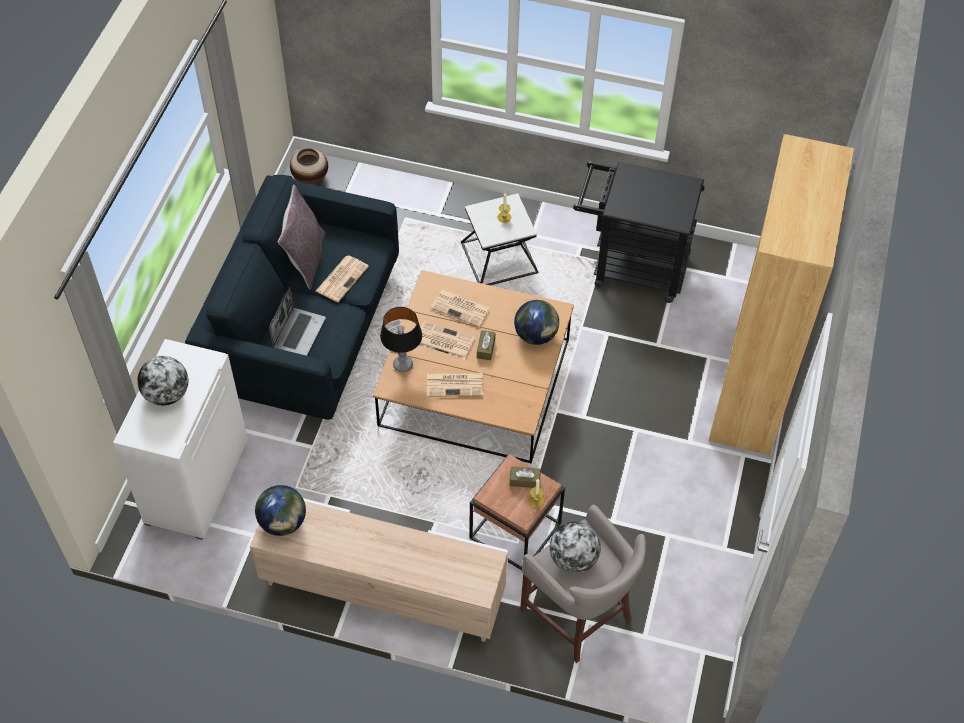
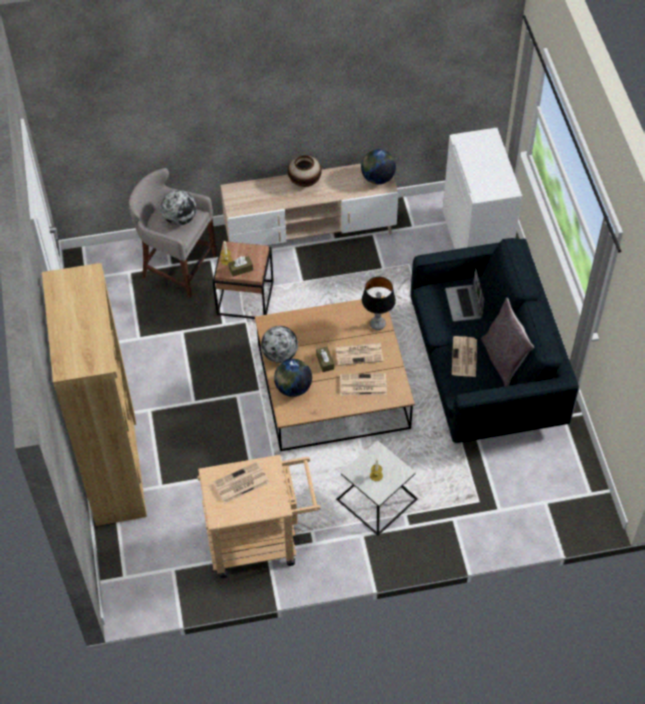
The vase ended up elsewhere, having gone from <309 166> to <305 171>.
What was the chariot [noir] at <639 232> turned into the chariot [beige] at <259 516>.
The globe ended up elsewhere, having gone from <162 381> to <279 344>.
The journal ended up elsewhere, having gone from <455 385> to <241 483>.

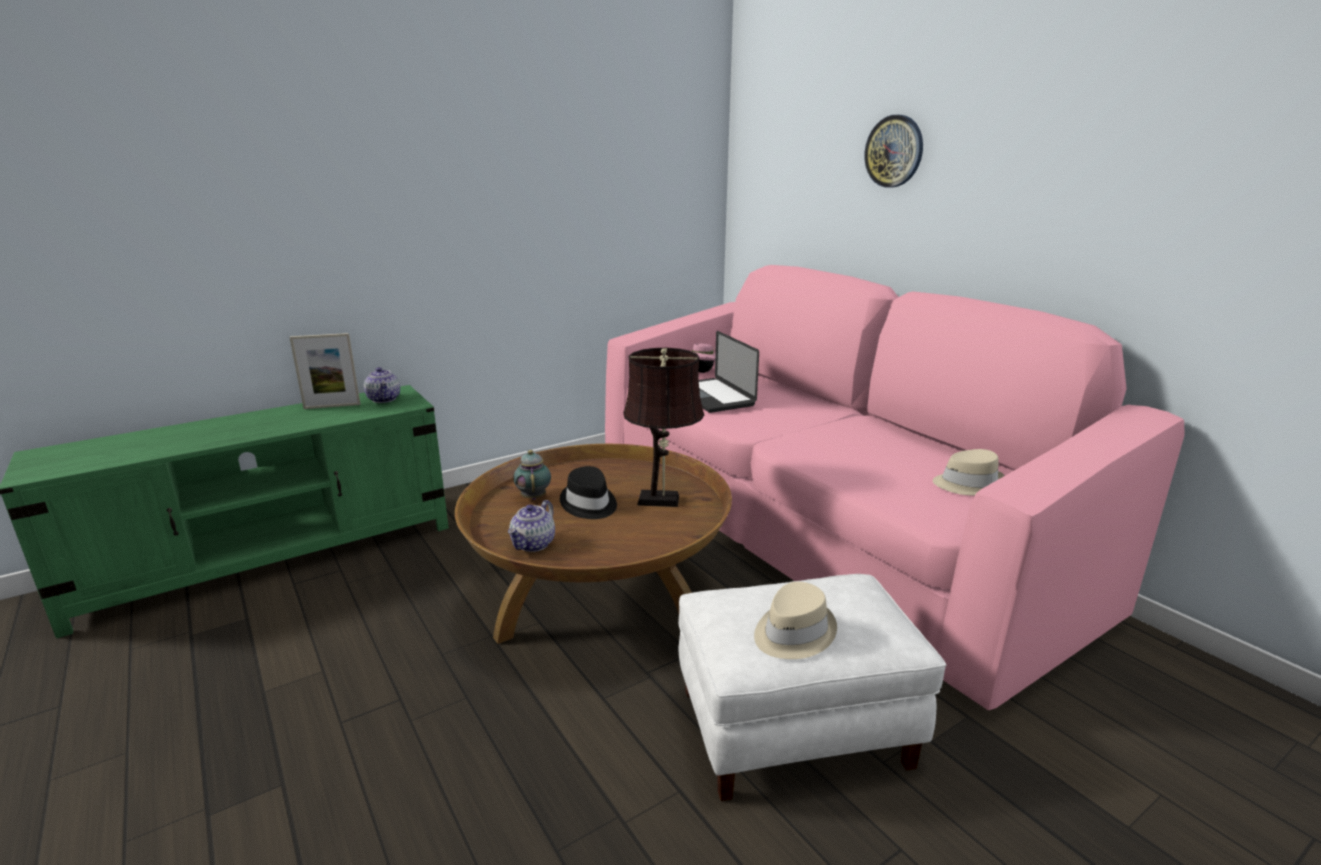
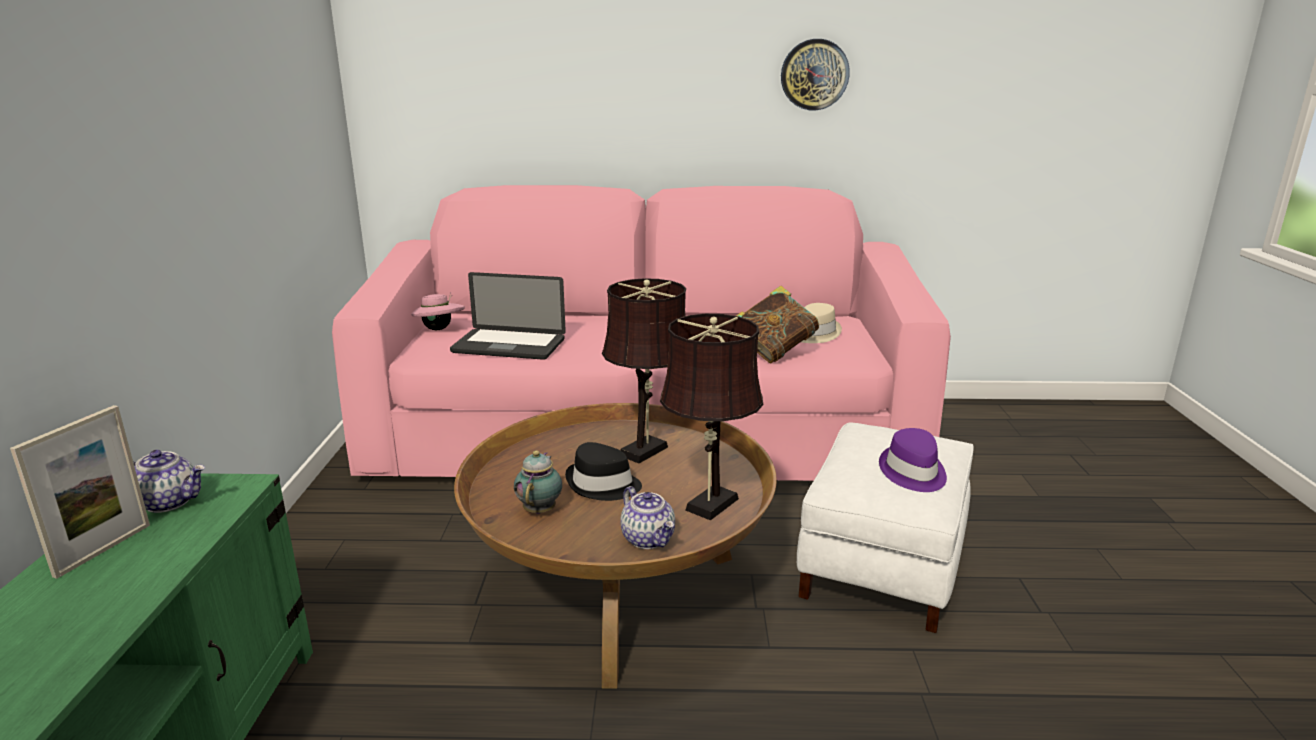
The horloge murale ended up elsewhere, having gone from <893 151> to <815 74>.
The théière at <532 475> ended up facing another way, 75 degrees clockwise from before.
What was the chapeau [beige] at <795 620> turned into the chapeau [violet] at <913 460>.
The second view gained the livre at <777 324>.
The second view gained the lampe de table [marron] at <711 417>.

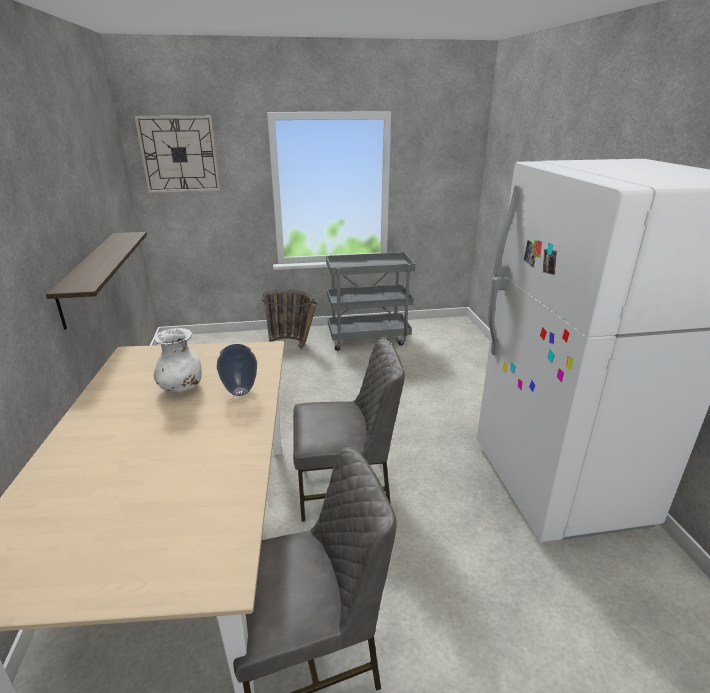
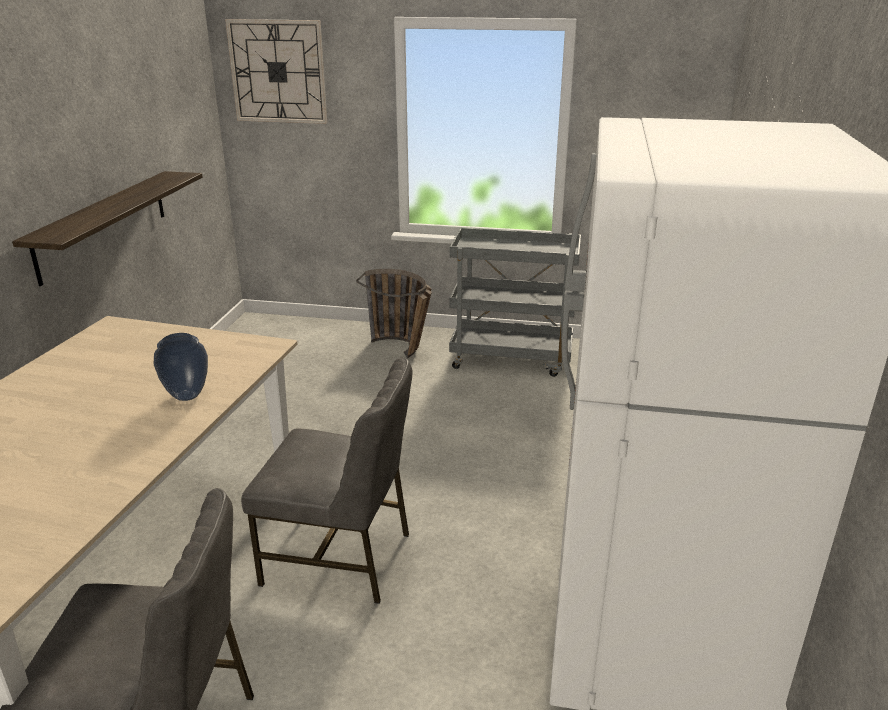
The second view lost the vase [blanc] at <178 360>.

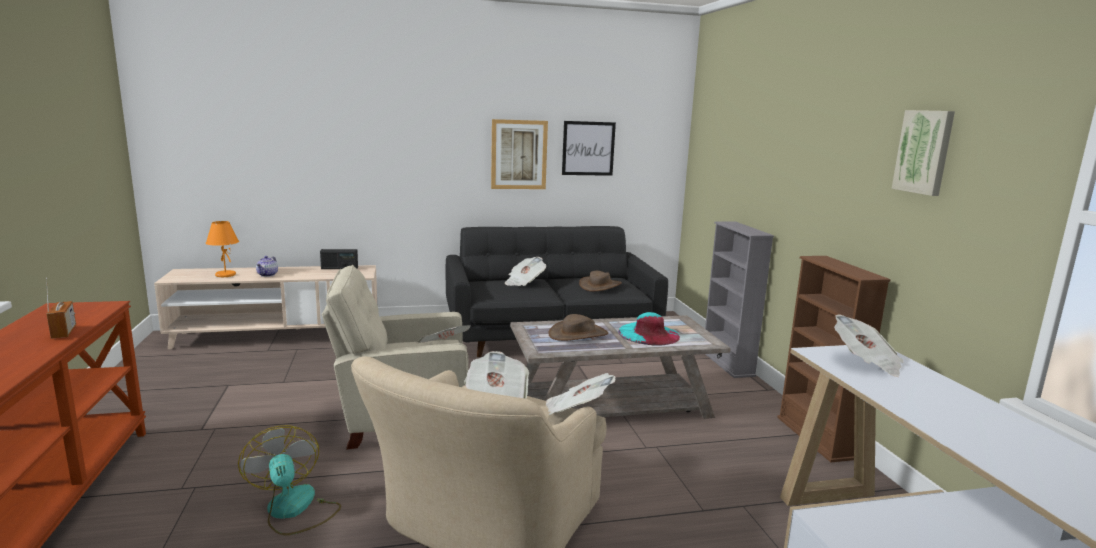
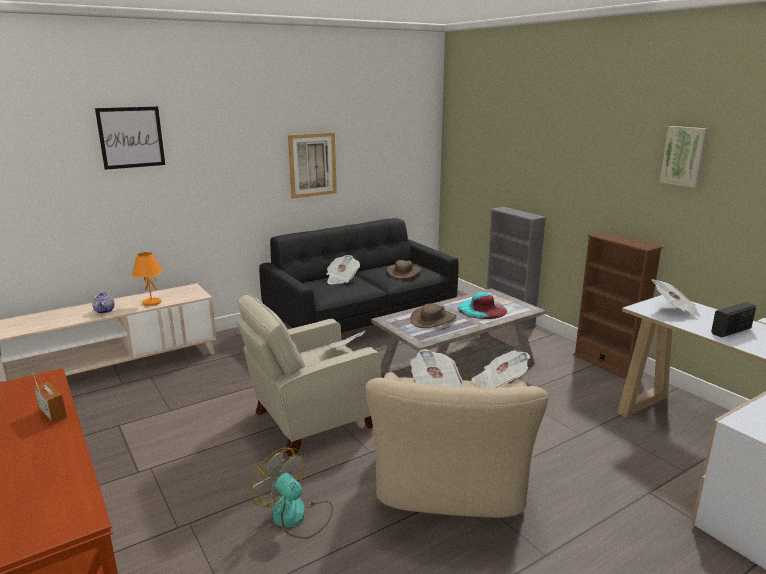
The tableau ended up elsewhere, having gone from <589 148> to <130 138>.
The lampe de table [orange] ended up elsewhere, having gone from <222 249> to <147 279>.
The radio ended up elsewhere, having gone from <339 259> to <733 320>.

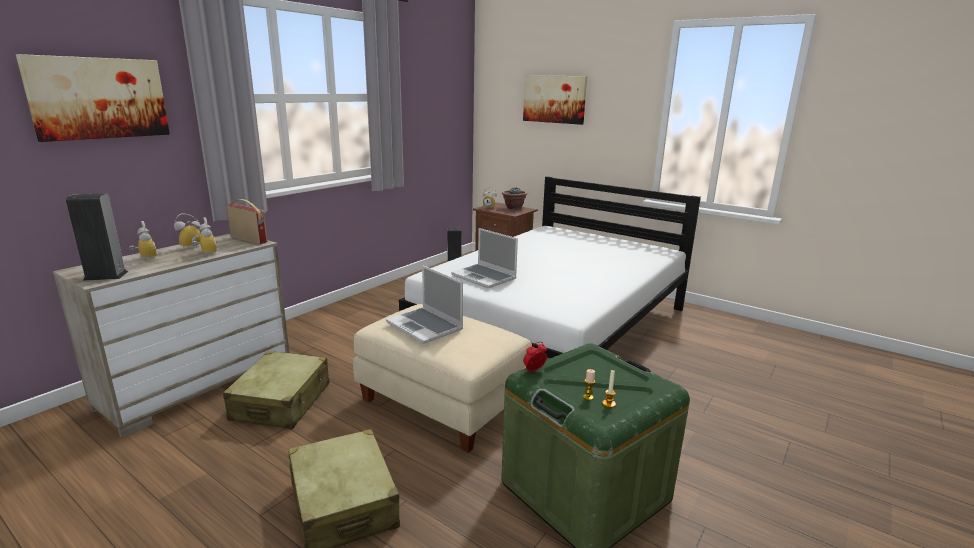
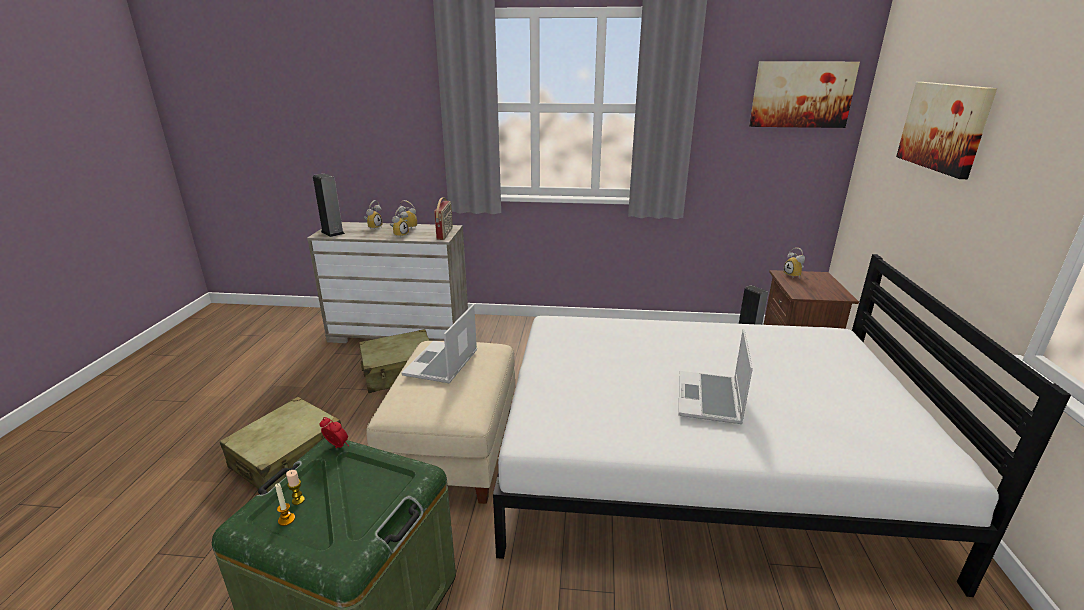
The tableau ended up elsewhere, having gone from <93 98> to <804 95>.
The second view lost the plante en pot at <514 198>.
The ordinateur portable ended up elsewhere, having gone from <484 258> to <715 376>.

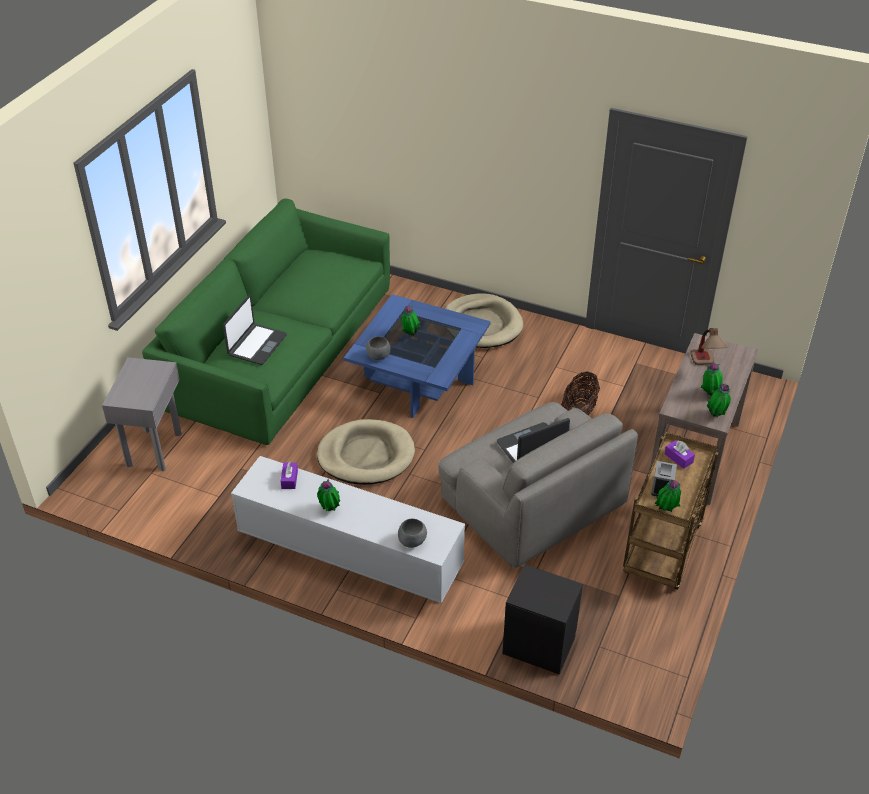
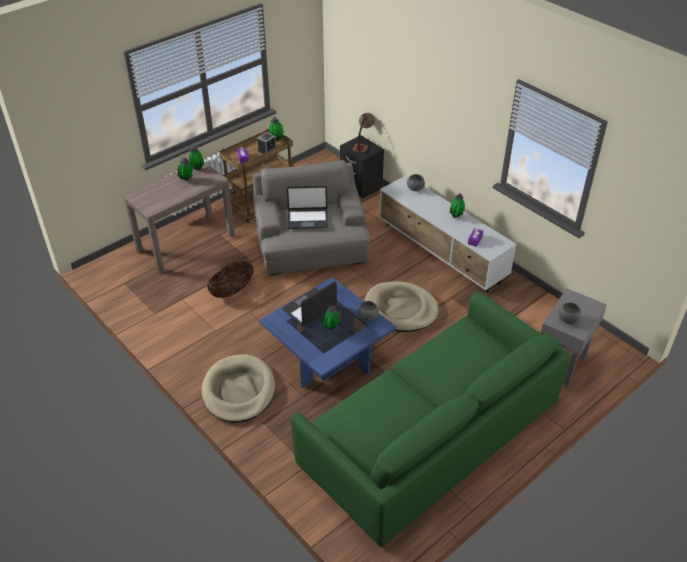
The ordinateur portable ended up elsewhere, having gone from <255 330> to <309 303>.
The lampe de table ended up elsewhere, having gone from <708 346> to <363 133>.
The second view gained the bol [gris] at <570 313>.

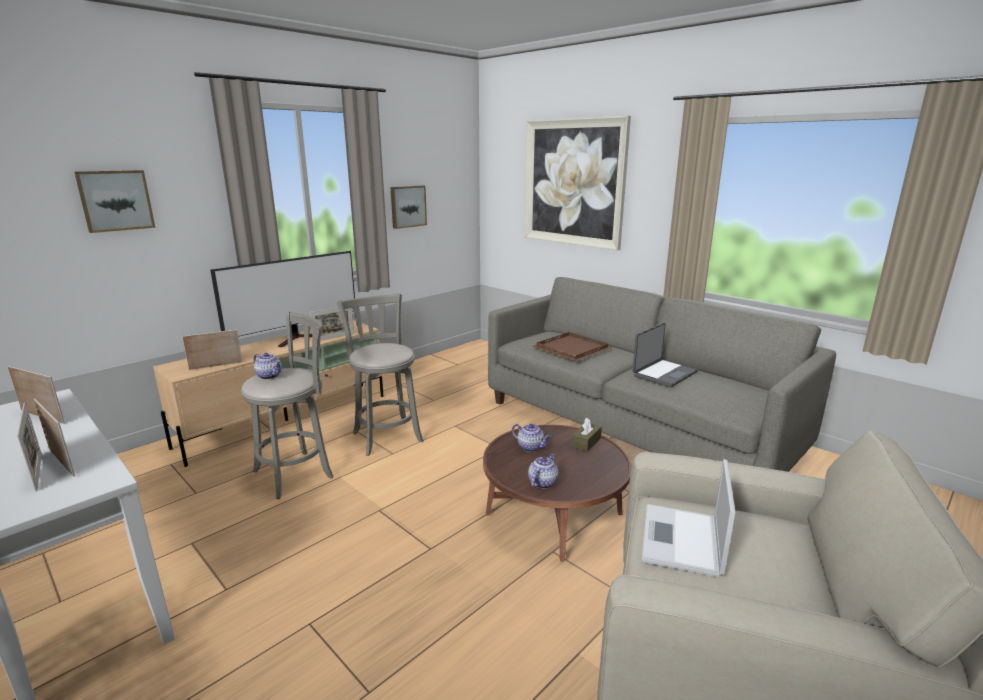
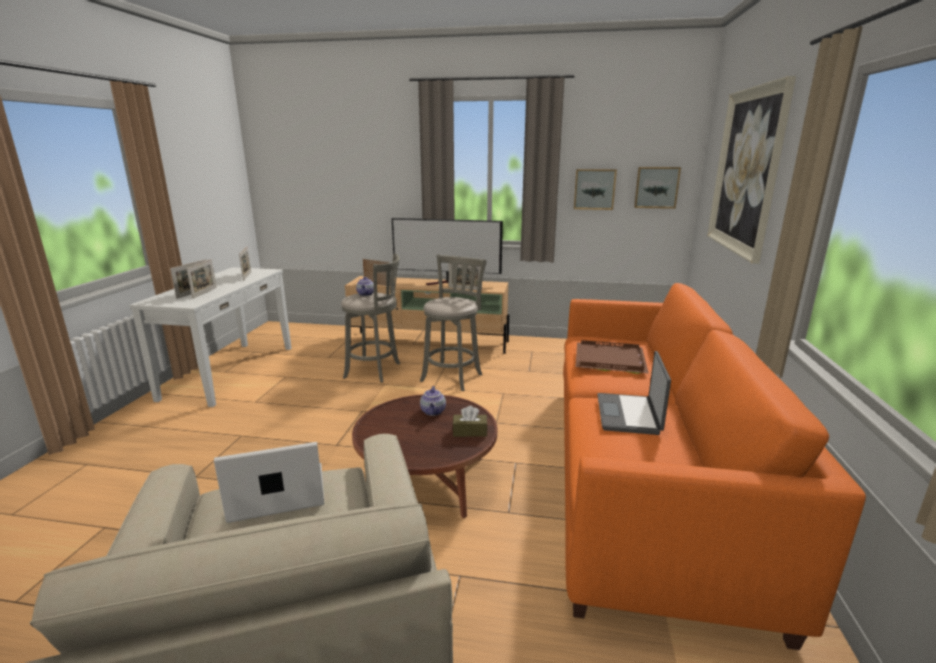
The tableau ended up elsewhere, having gone from <114 201> to <657 188>.
What was the canapé [gris] at <662 374> turned into the canapé [orange] at <714 466>.
The ordinateur portable at <665 355> ended up facing another way, 90 degrees clockwise from before.
The second view lost the théière at <543 471>.

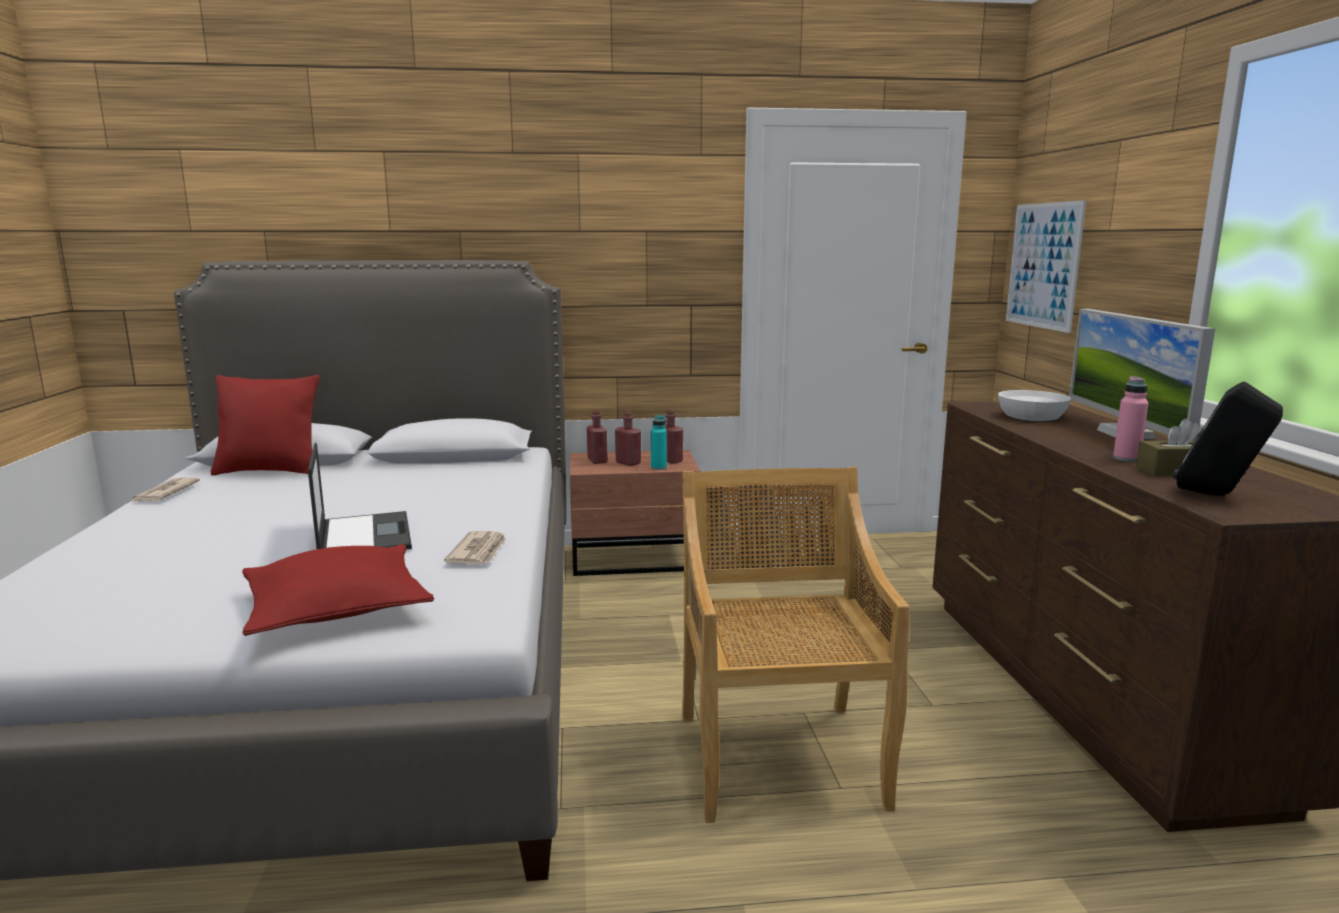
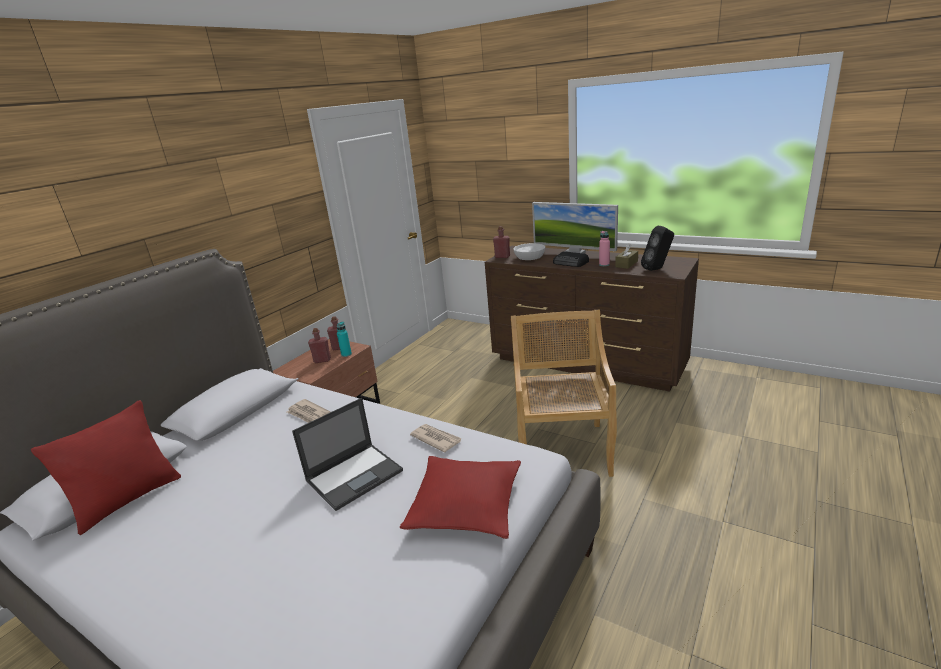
The second view lost the tableau at <1046 266>.
The bouteille [rouge] ended up elsewhere, having gone from <597 437> to <501 242>.
The ordinateur portable at <360 496> ended up facing another way, 120 degrees clockwise from before.
The chaise [beige] at <796 645> ended up facing another way, 60 degrees clockwise from before.
The journal ended up elsewhere, having gone from <166 490> to <308 411>.
The second view gained the radio at <571 259>.

